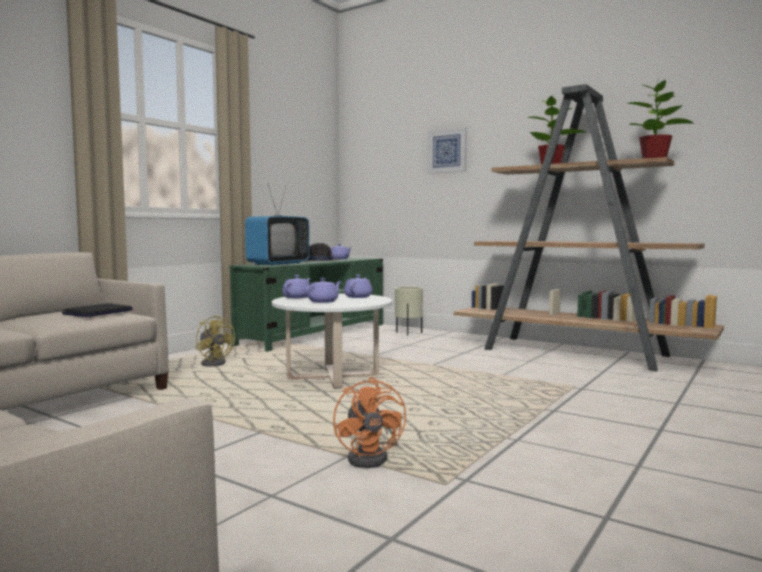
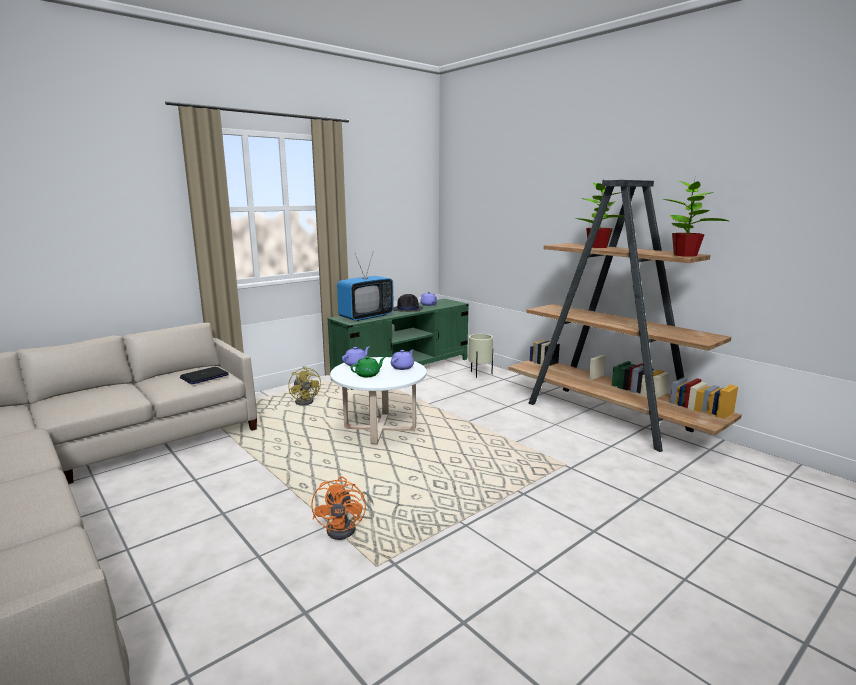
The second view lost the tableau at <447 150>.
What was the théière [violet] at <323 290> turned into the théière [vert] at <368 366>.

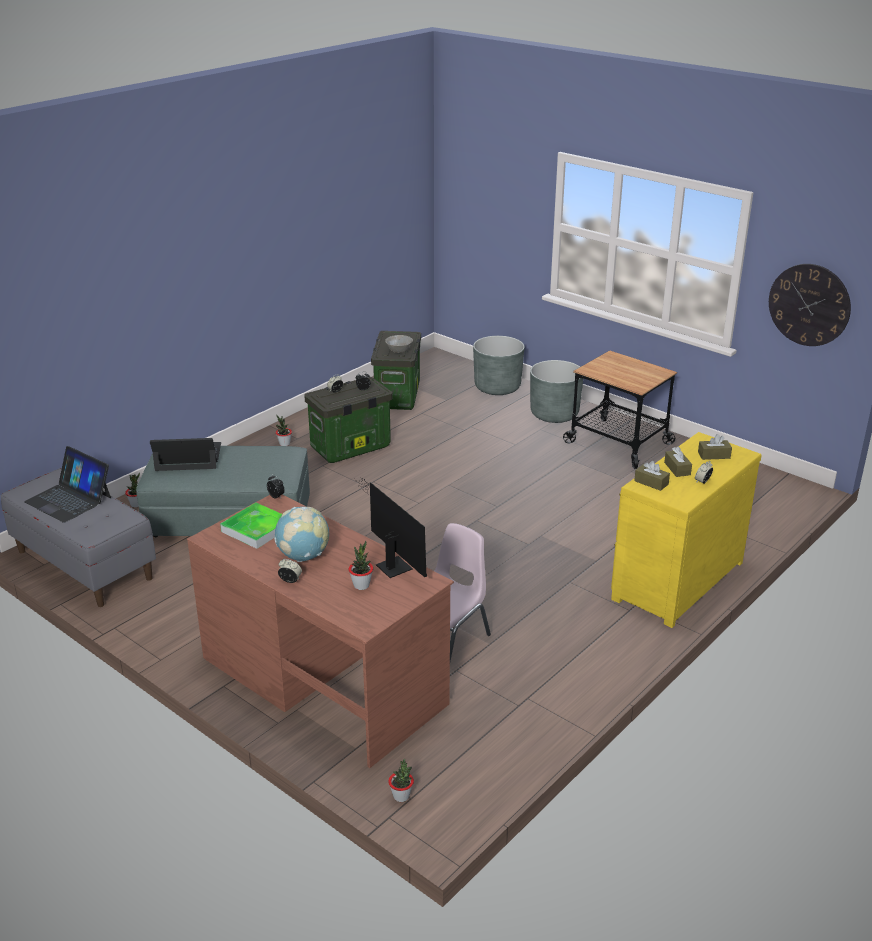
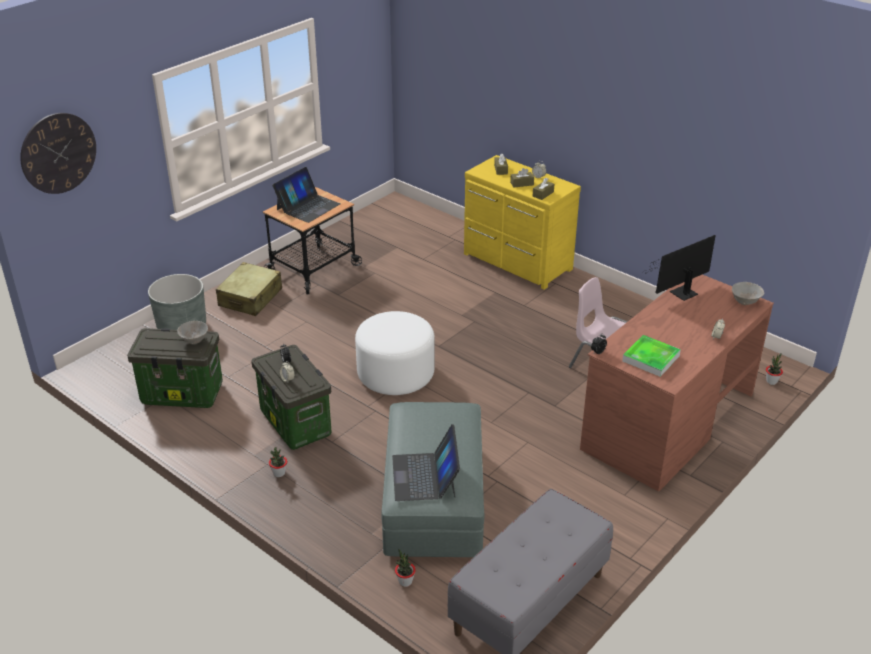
The horloge murale ended up elsewhere, having gone from <810 305> to <58 153>.
Where the cache-pot [gris] stood at <556 391>, the valise [beige] came to stand at <249 289>.
The ordinateur portable ended up elsewhere, having gone from <67 484> to <306 195>.
The second view lost the globe at <301 534>.
The second view lost the plante en pot at <361 565>.
The second view gained the bol [gris] at <748 293>.
The second view gained the pouf [blanc] at <395 353>.

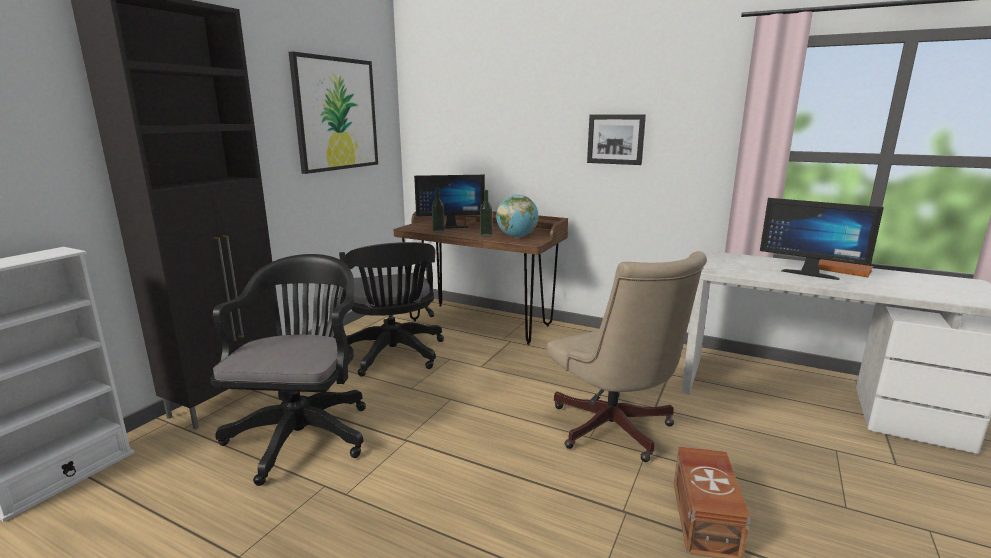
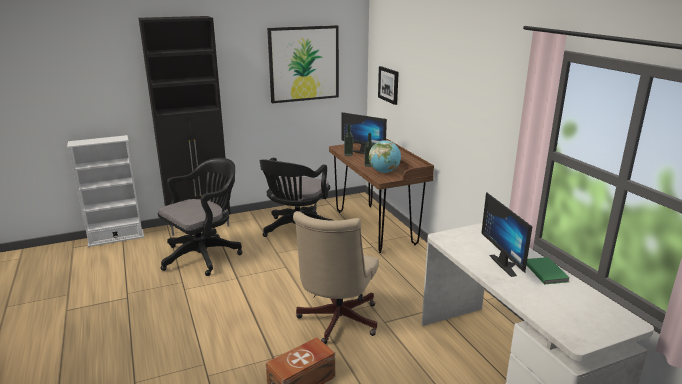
The tableau ended up elsewhere, having gone from <616 139> to <388 85>.
What was the livre [orange] at <846 268> turned into the livre [vert] at <548 270>.

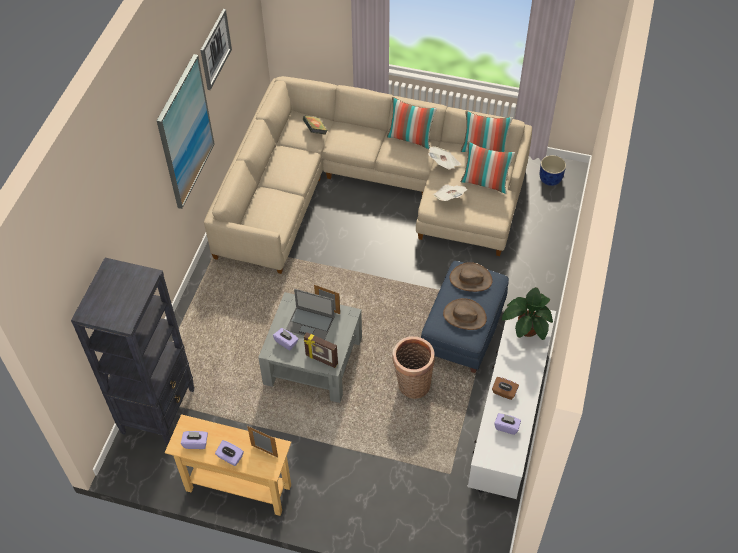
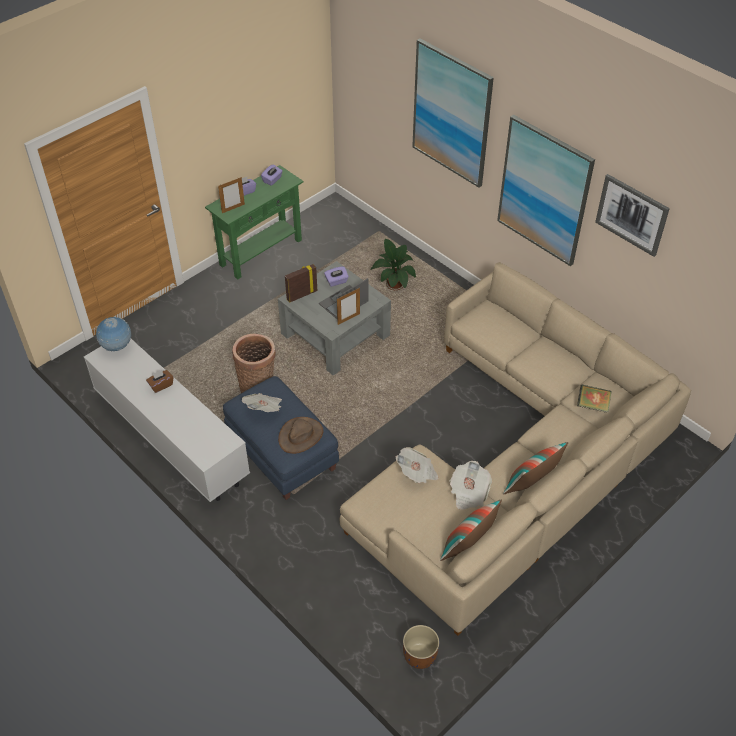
The second view lost the coussin at <488 167>.
What was the cache-pot [bleu] at <553 170> turned into the cache-pot [marron] at <421 647>.
The second view lost the bibliothèque [noir] at <133 352>.
The plante en pot ended up elsewhere, having gone from <527 313> to <393 264>.
Where the chapeau [marron] stood at <465 314>, the journal came to stand at <262 402>.
The second view lost the boîte à mouchoirs [violet] at <507 424>.
What was the table console [beige] at <228 465> turned into the table console [vert] at <254 222>.
The second view gained the tableau at <453 113>.
The second view gained the globe at <113 334>.

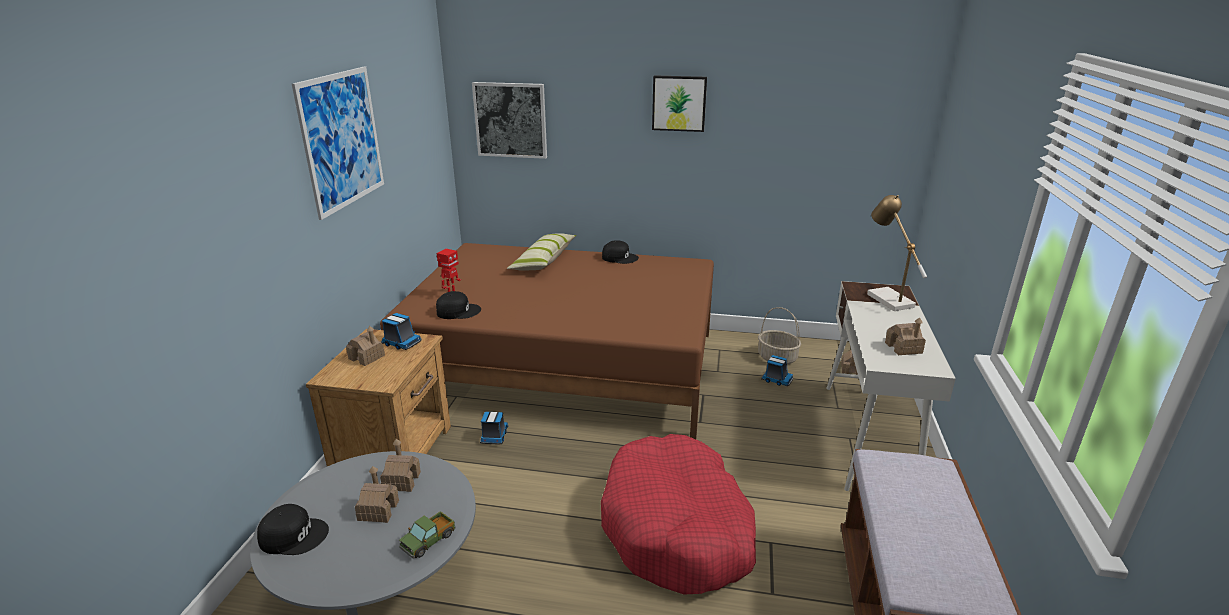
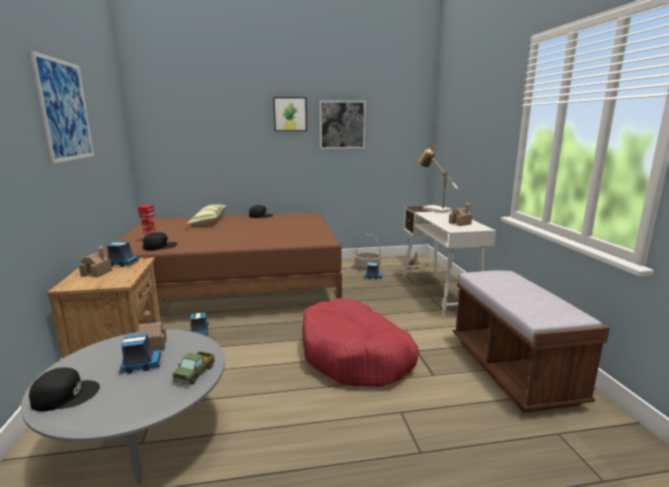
The tableau ended up elsewhere, having gone from <509 120> to <342 124>.
Where the maison miniature stood at <377 494>, the camion jouet came to stand at <141 353>.

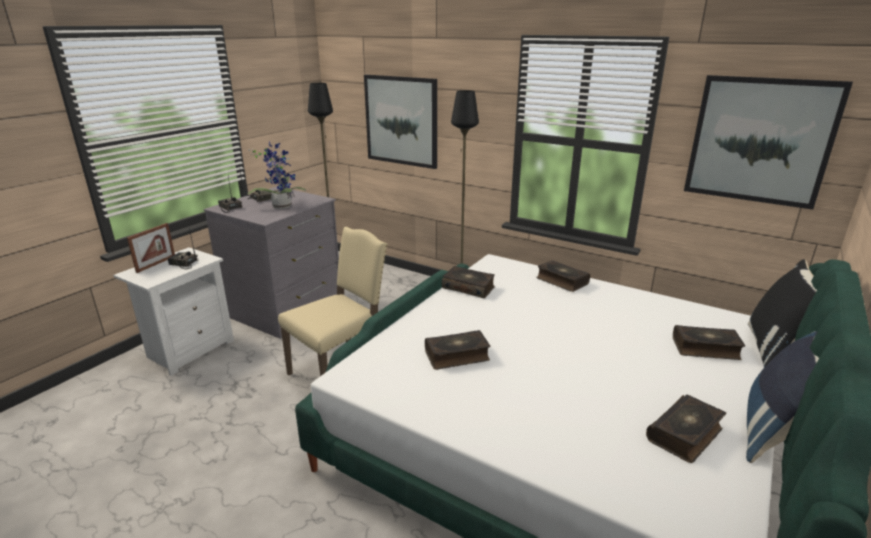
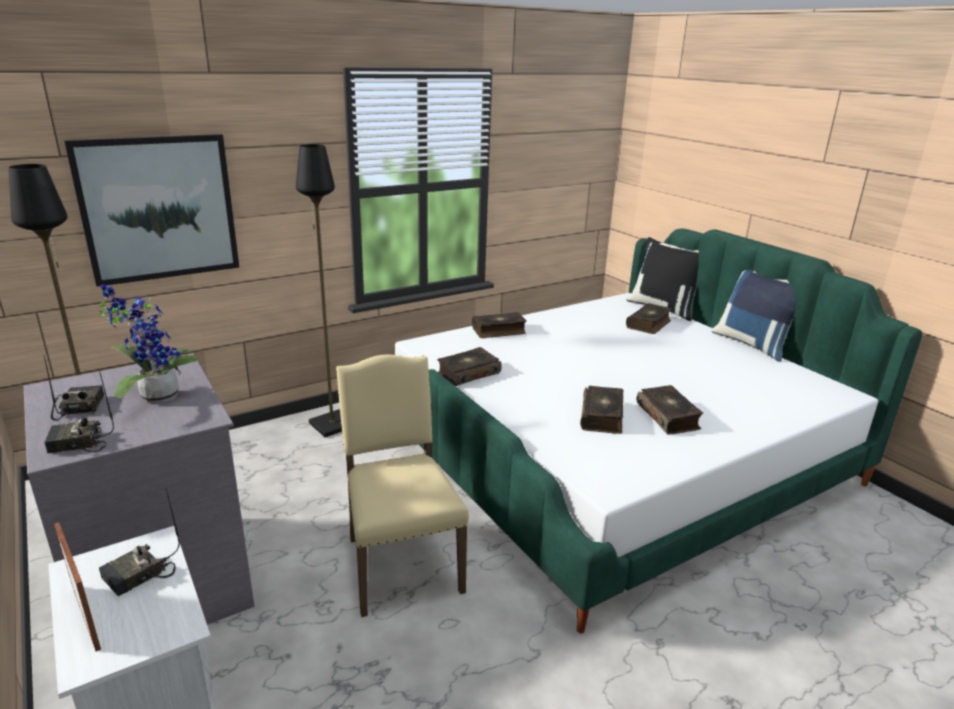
The second view lost the tableau at <768 142>.
The livre ended up elsewhere, having gone from <686 429> to <670 410>.

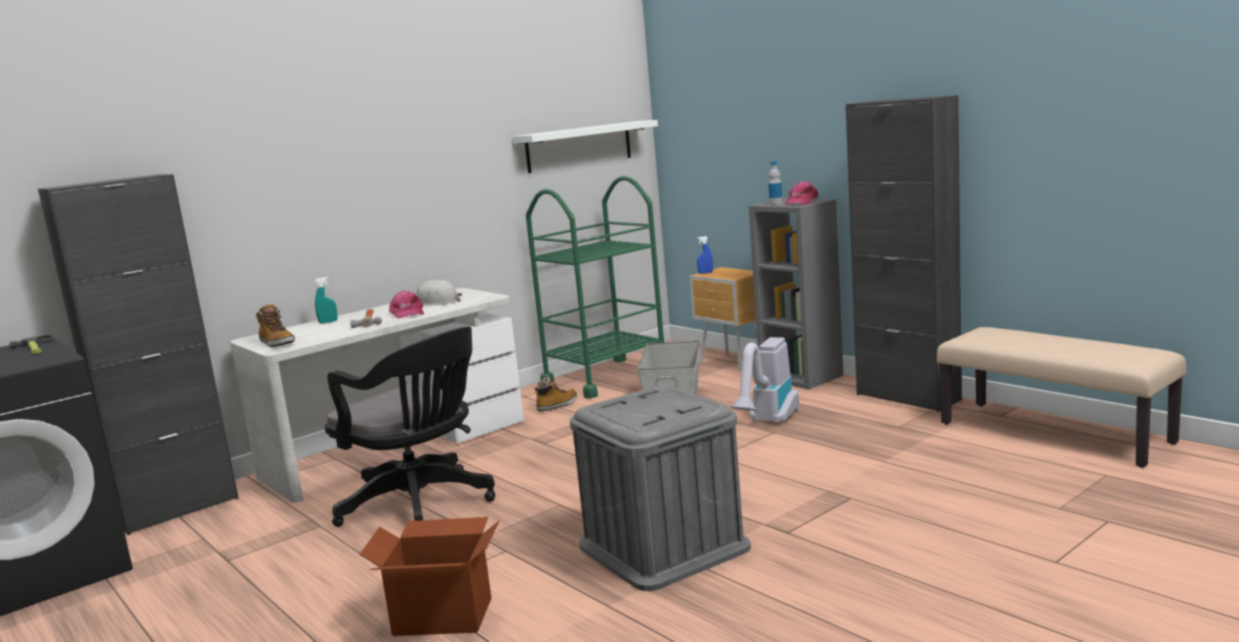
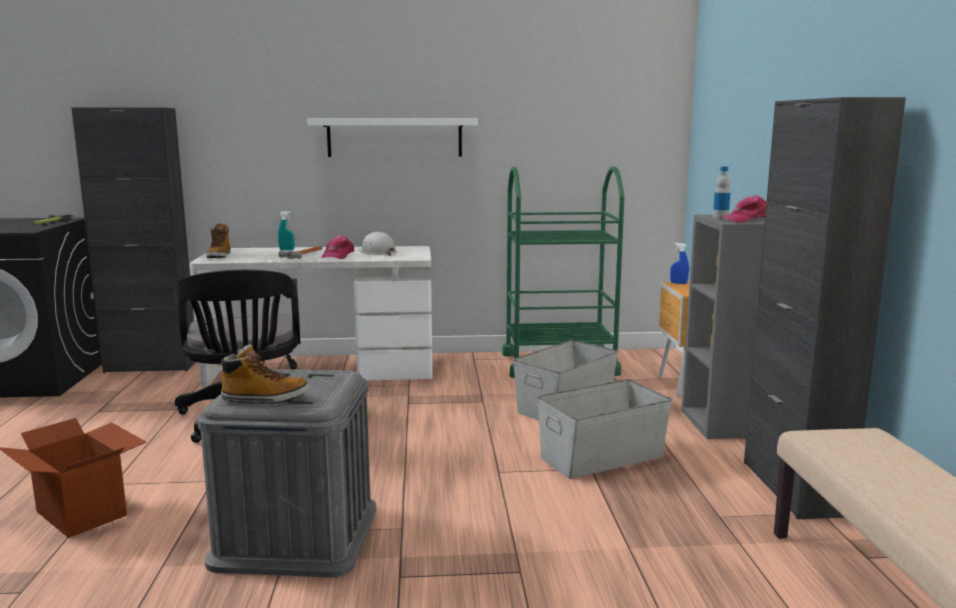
The étagère [blanc] ended up elsewhere, having gone from <585 146> to <392 137>.
Where the aspirateur stood at <765 380>, the boîte de rangement [gris] came to stand at <605 429>.
The botte ended up elsewhere, having gone from <556 394> to <263 374>.

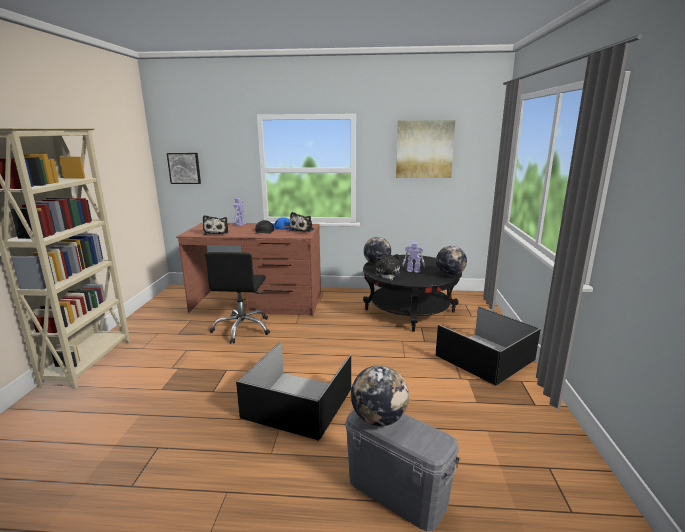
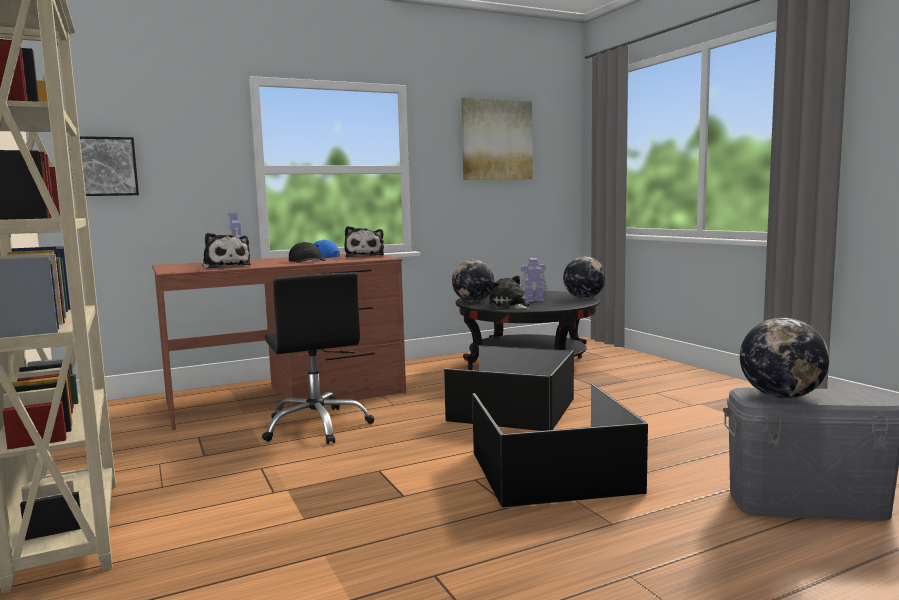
The boîte de rangement [noir] ended up elsewhere, having gone from <488 346> to <509 388>.

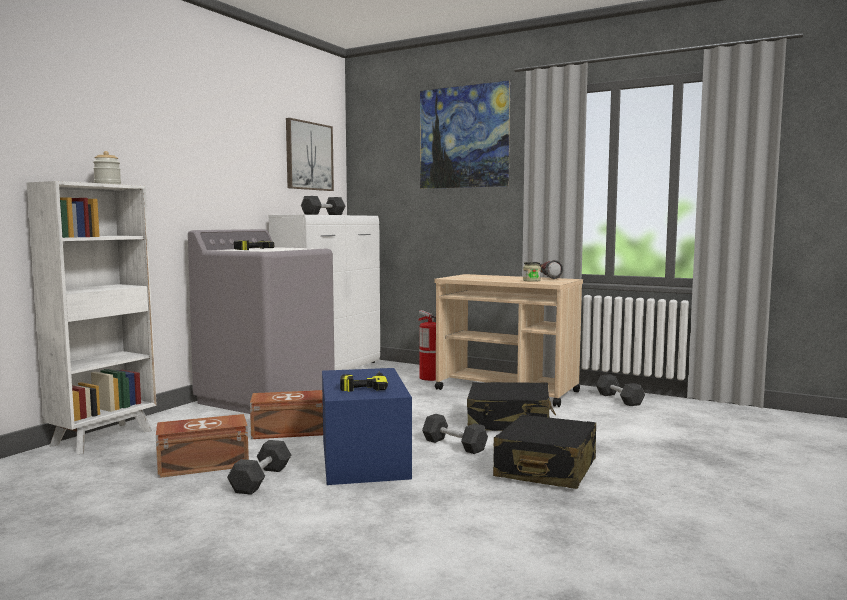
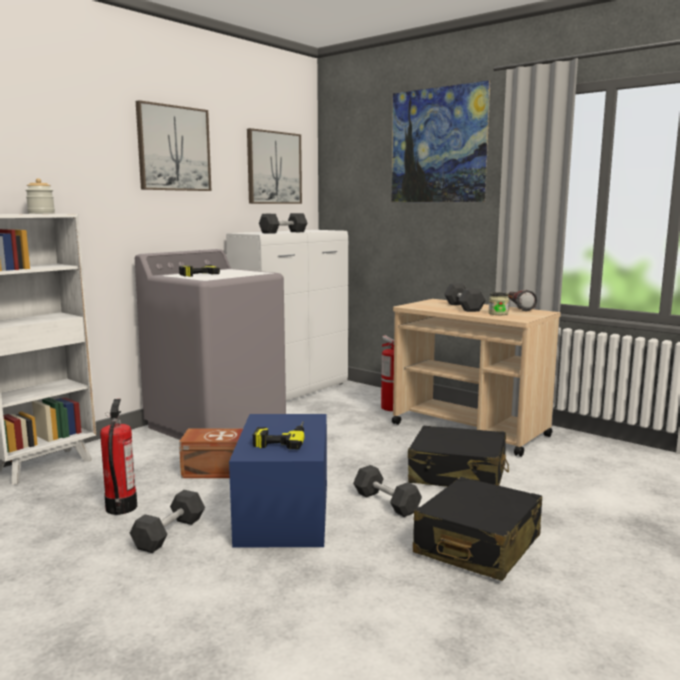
The haltère [noir] ended up elsewhere, having gone from <620 390> to <465 297>.
Where the boîte de rangement [marron] stood at <202 446>, the extincteur came to stand at <118 457>.
The second view gained the tableau at <173 145>.

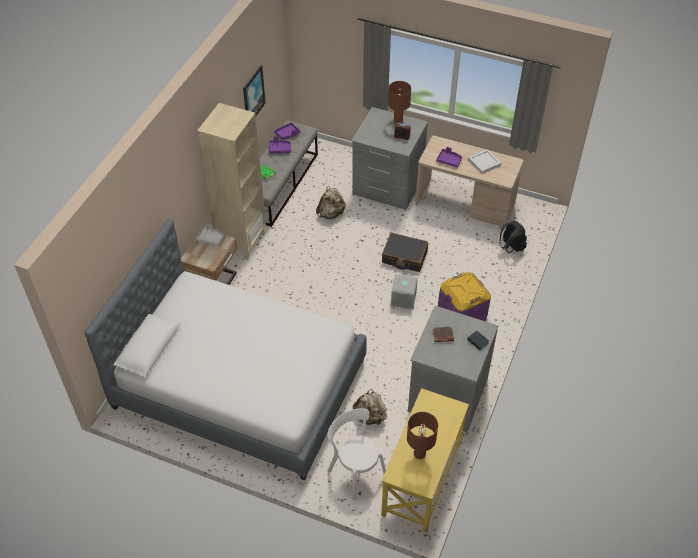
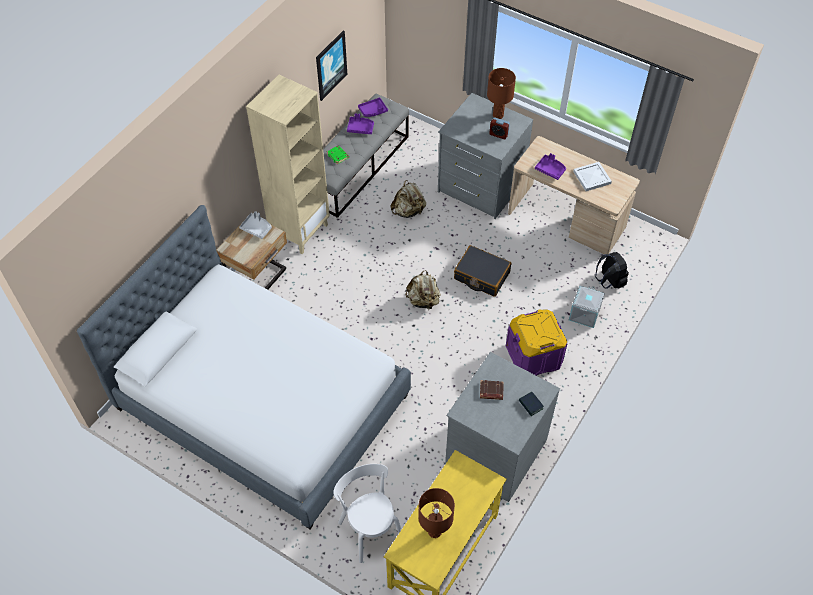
The boîte de rangement [gris] ended up elsewhere, having gone from <404 291> to <587 306>.
The sac à dos [beige] ended up elsewhere, having gone from <370 407> to <423 289>.

